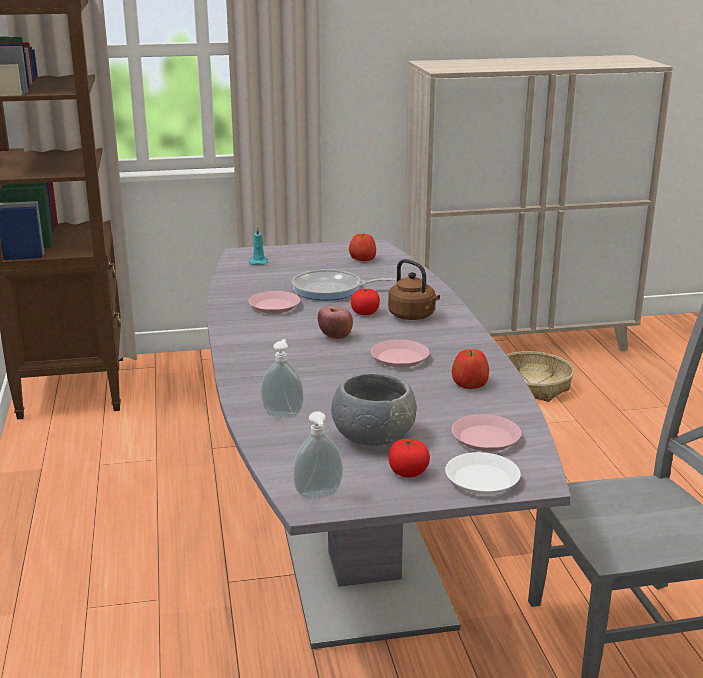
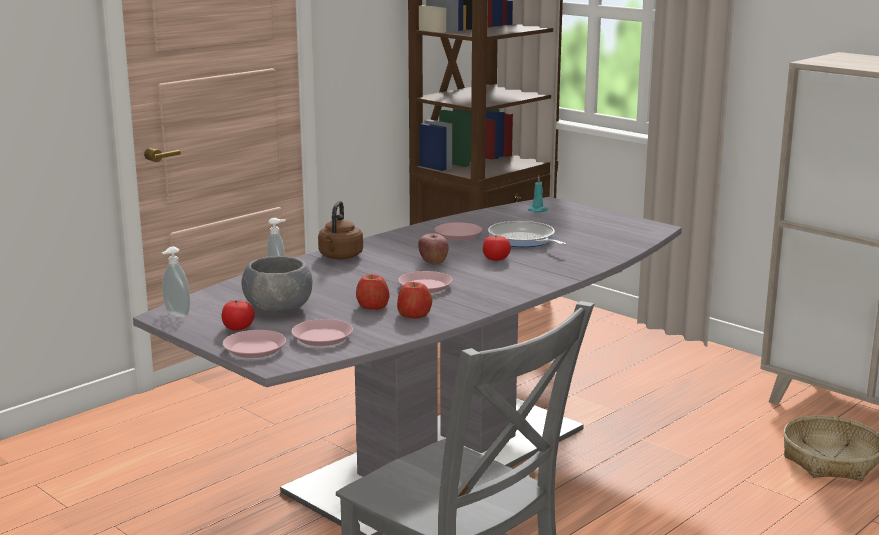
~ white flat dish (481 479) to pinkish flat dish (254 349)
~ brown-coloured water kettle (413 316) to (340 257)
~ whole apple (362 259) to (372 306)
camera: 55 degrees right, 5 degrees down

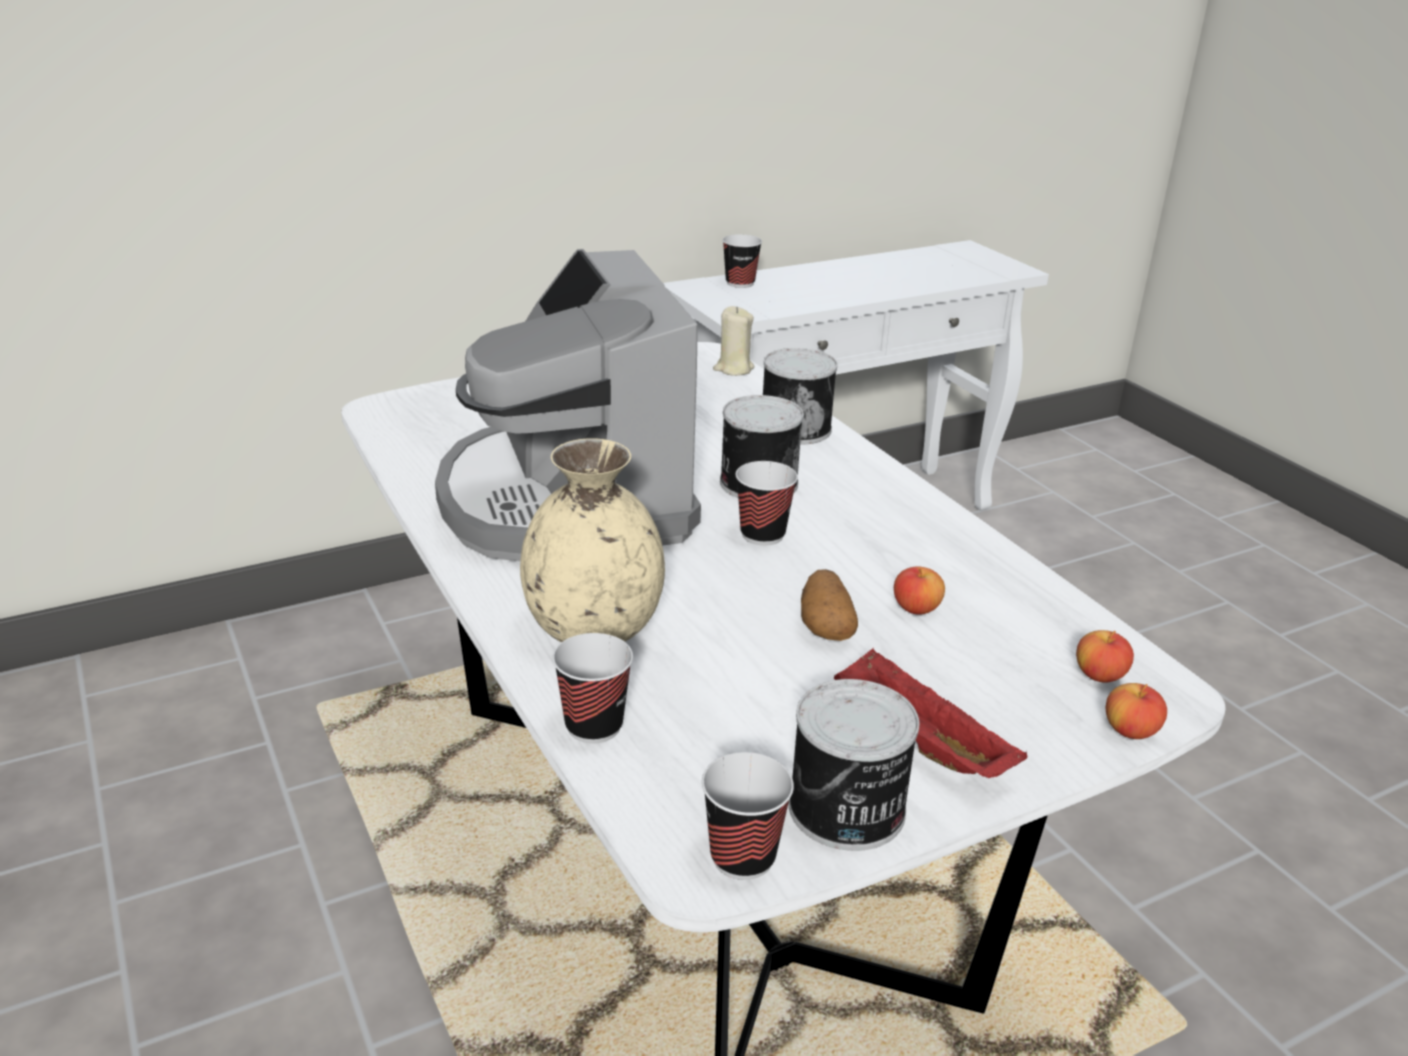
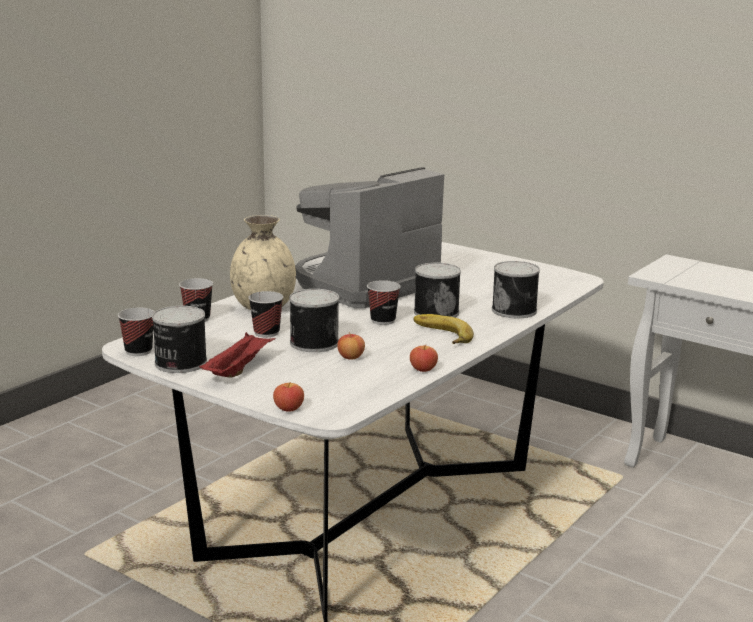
~ small cup (740 283) to (266 333)
~ potato (825 626) to sealed can (313 343)
~ whole apple (1099 675) to (423 369)
+ banana fruit (440 335)
- beige-coloured wax candle (733 369)
camera: 65 degrees right, 10 degrees down

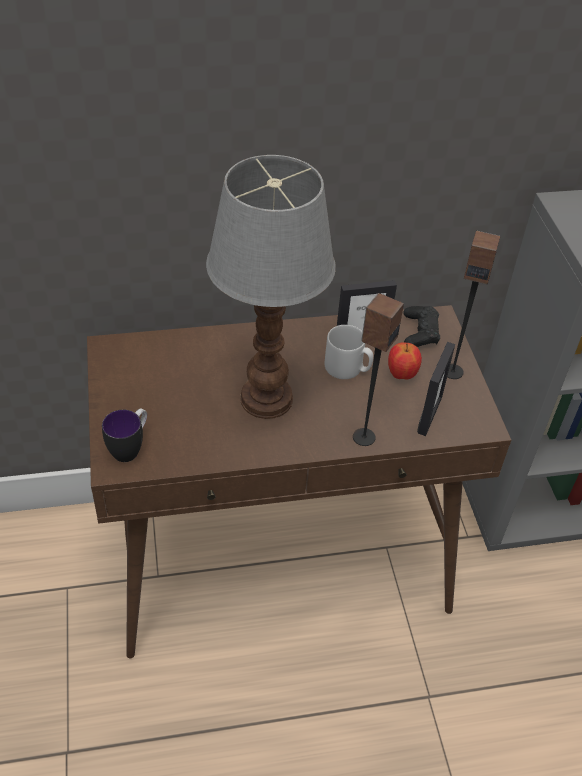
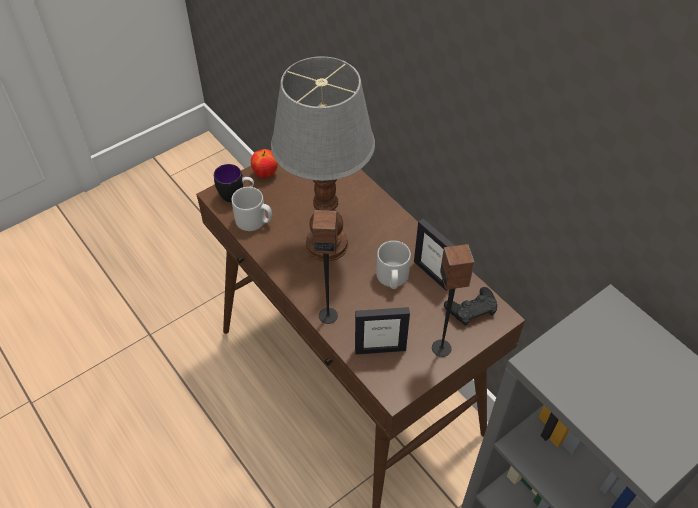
+ greyish tea mug (254 221)
~ whole apple (401 374) to (265 174)
camera: 65 degrees right, 5 degrees up

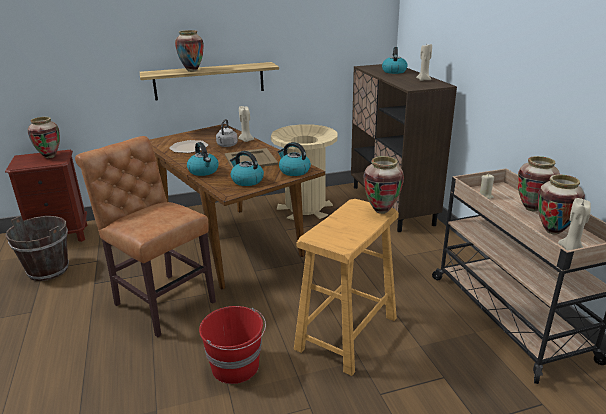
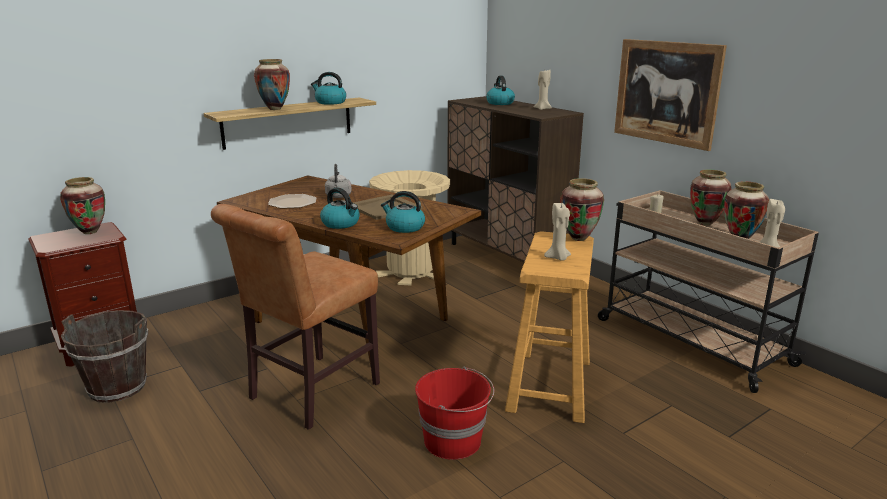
~ brown-coloured upright chair (161 301) = (309 394) 75 degrees counterclockwise
~ water kettle (294 171) to (330 102)
~ beige-coloured wax candle (246 140) to (558 258)
+ wall picture (666 92)
camera: 20 degrees left, 5 degrees down

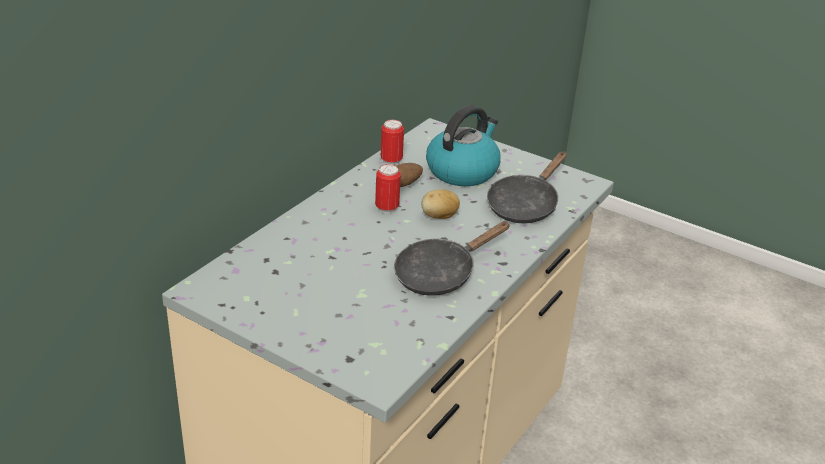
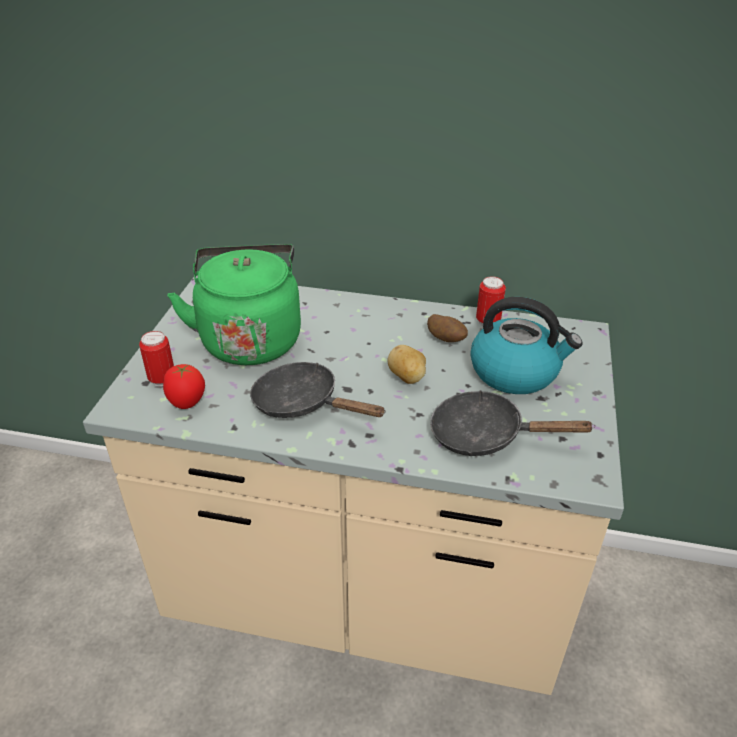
~ sealed can (387 208) to (162 379)
+ whole tomato (187 403)
+ green water kettle (250 338)
camera: 70 degrees right, 5 degrees up

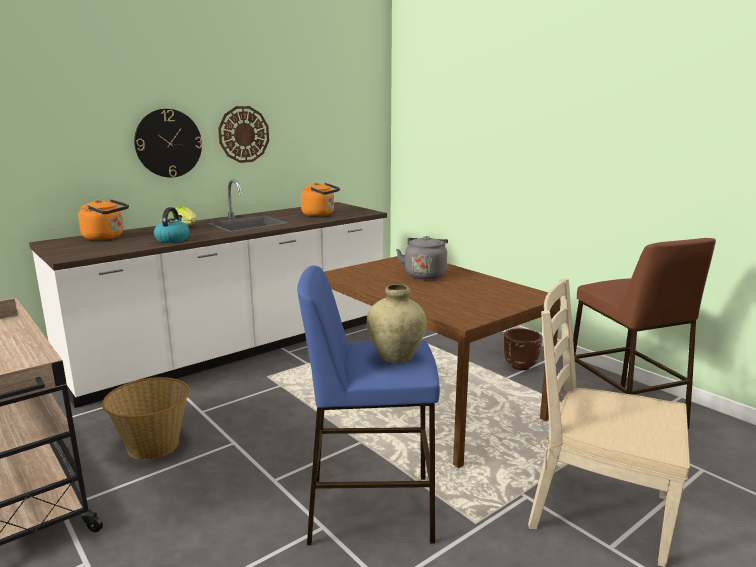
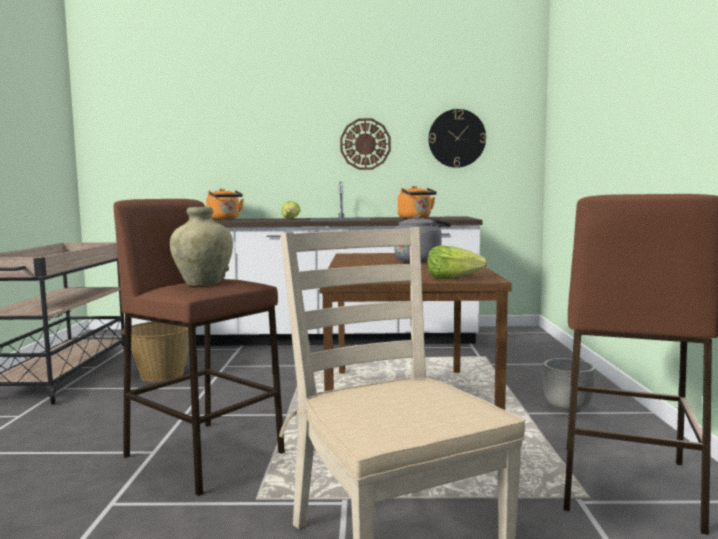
~ blue-coloured stool seat (369 509) to brown-coloured stool seat (203 455)
+ head of lettuce (453 278)
~ clock on the wall (168 143) to (457 138)
~ brown-coloured plant pot (520 366) to greyish plant pot (567 409)
- water kettle (172 239)
camera: 40 degrees right, 10 degrees down

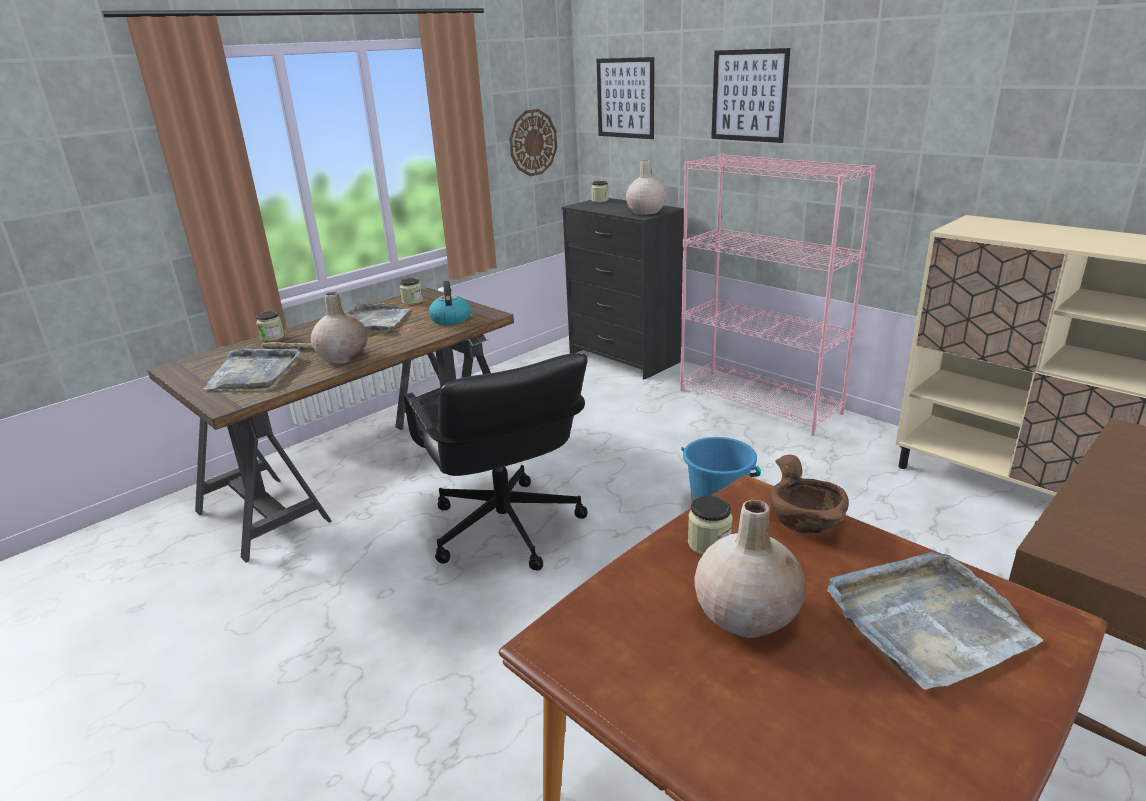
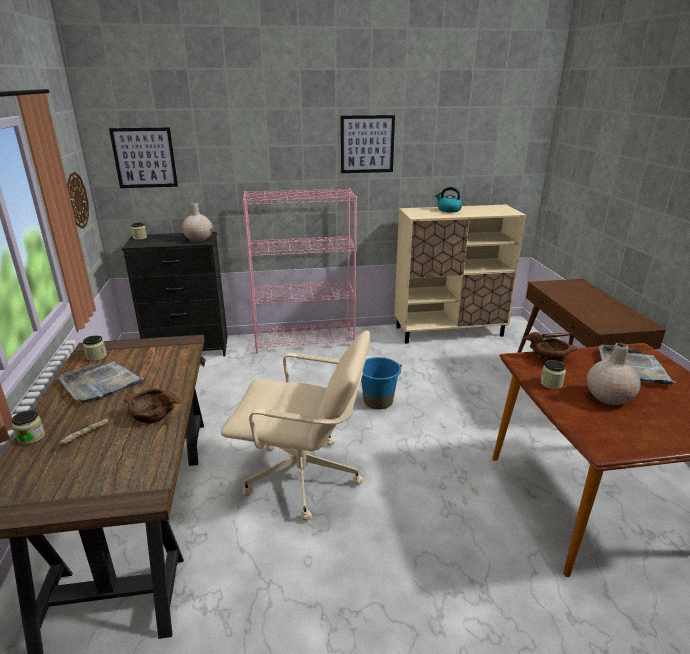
~ beige-coloured flower vase (343 357) to brown-coloured serving bowl (152 415)
~ black-coloured office chair (505 529) to beige-coloured office chair (304 478)
~ wall picture (749 96) to (367 144)
~ water kettle (450 319) to (448 210)
- greyish serving tray (254 373)
camera: 55 degrees left, 0 degrees up

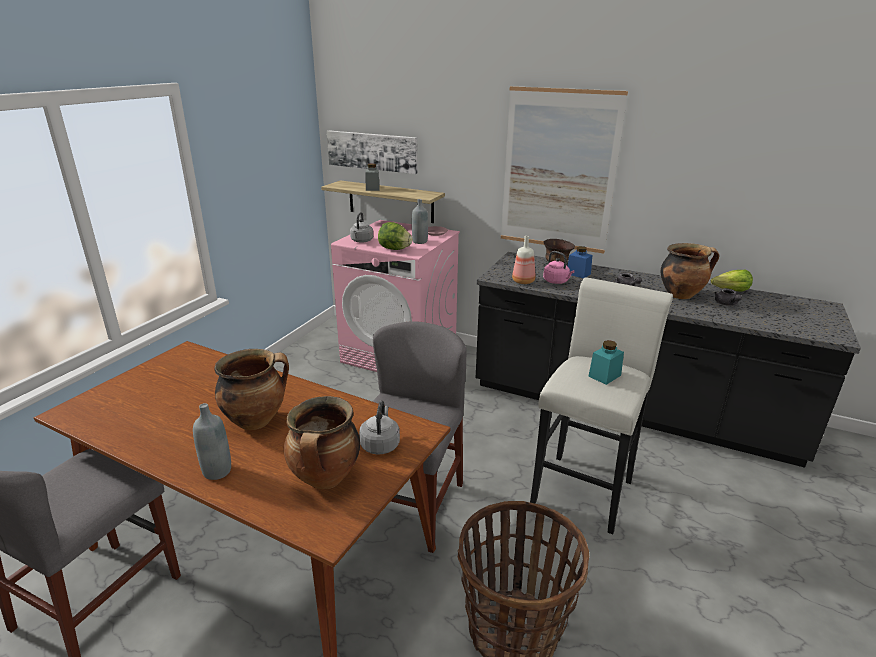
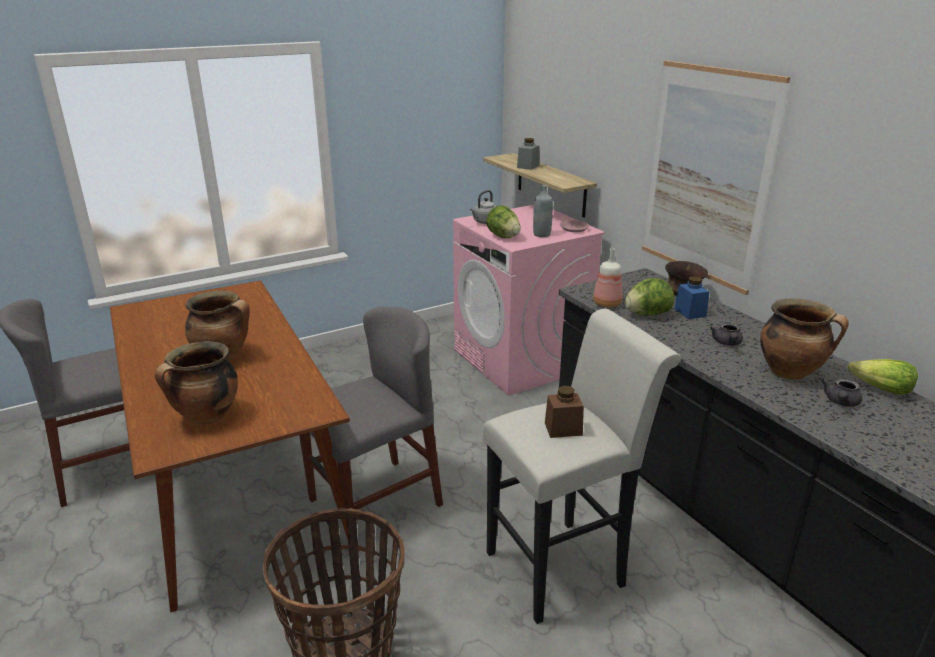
~ turquoise-coloured jar (604 376) to brown-coloured jar (563 429)
~ pinkish water kettle (557 282) to head of lettuce (647 314)
- greyish bottle (217 471)
- wall picture (372 151)
- greyish water kettle (380 444)
camera: 35 degrees right, 0 degrees up

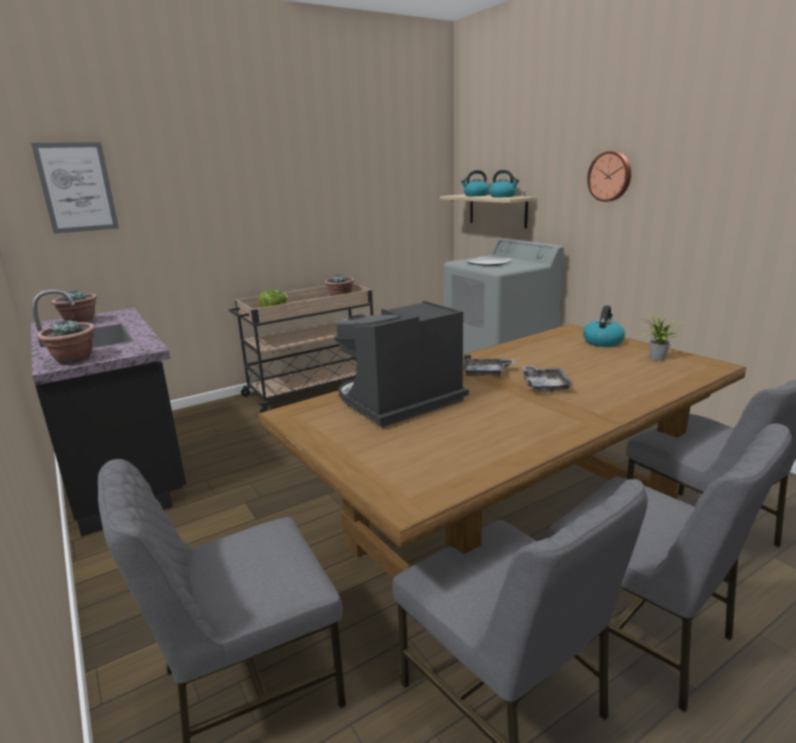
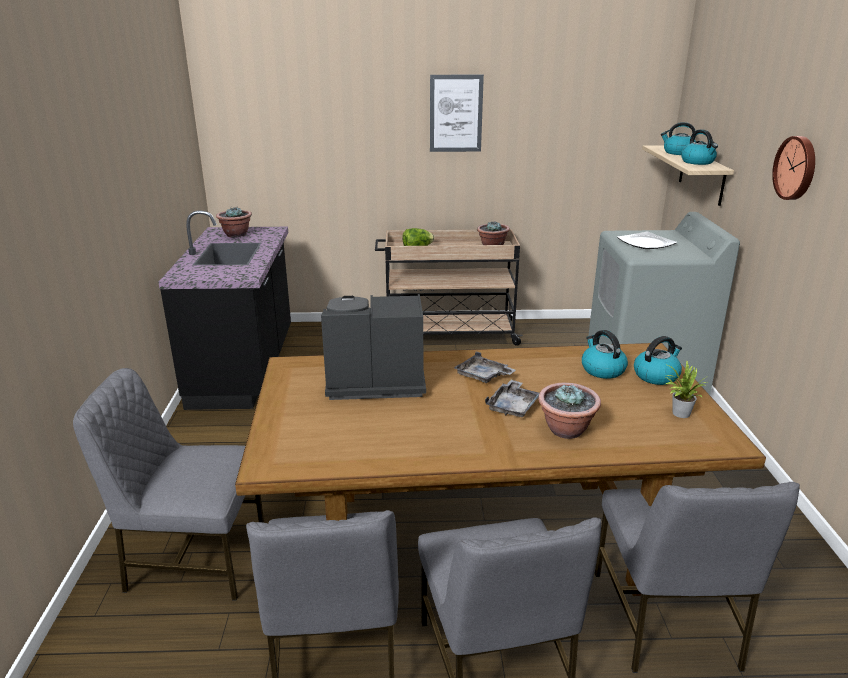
~ wall picture (77 187) to (456 113)
~ houseplant (74 360) to (566 430)
+ water kettle (602 370)
camera: 30 degrees right, 5 degrees up

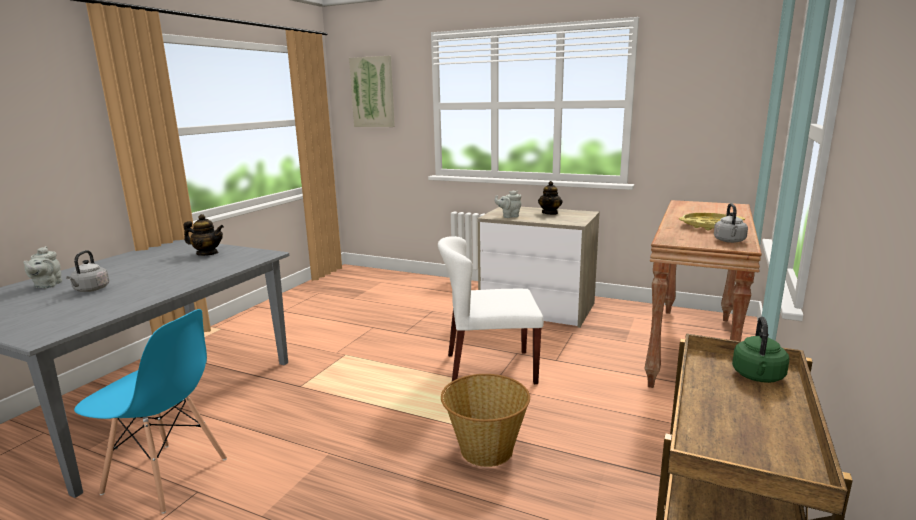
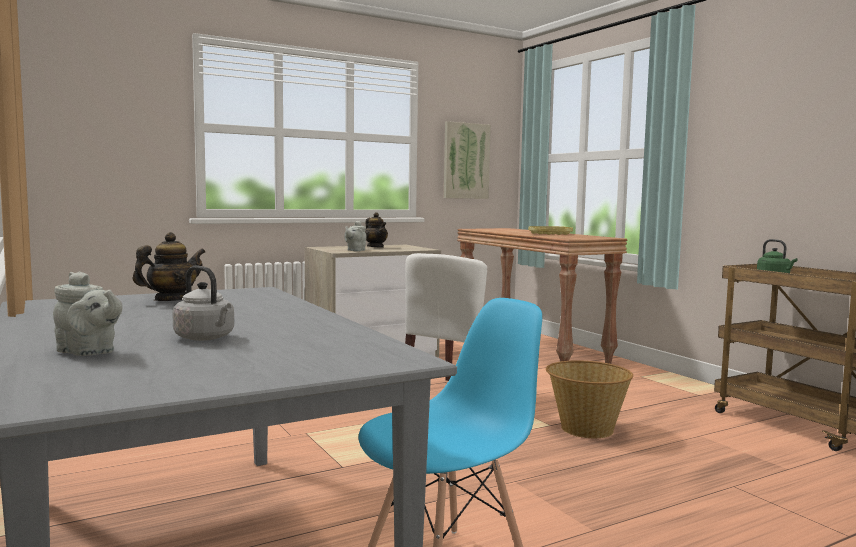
~ wall picture (373 92) to (466 161)
- greyish water kettle (729 241)
camera: 55 degrees left, 10 degrees down

